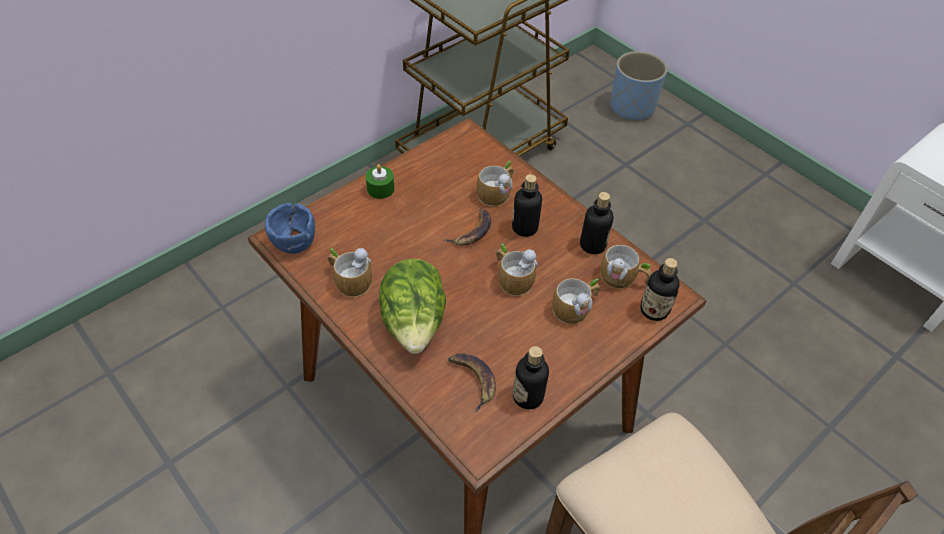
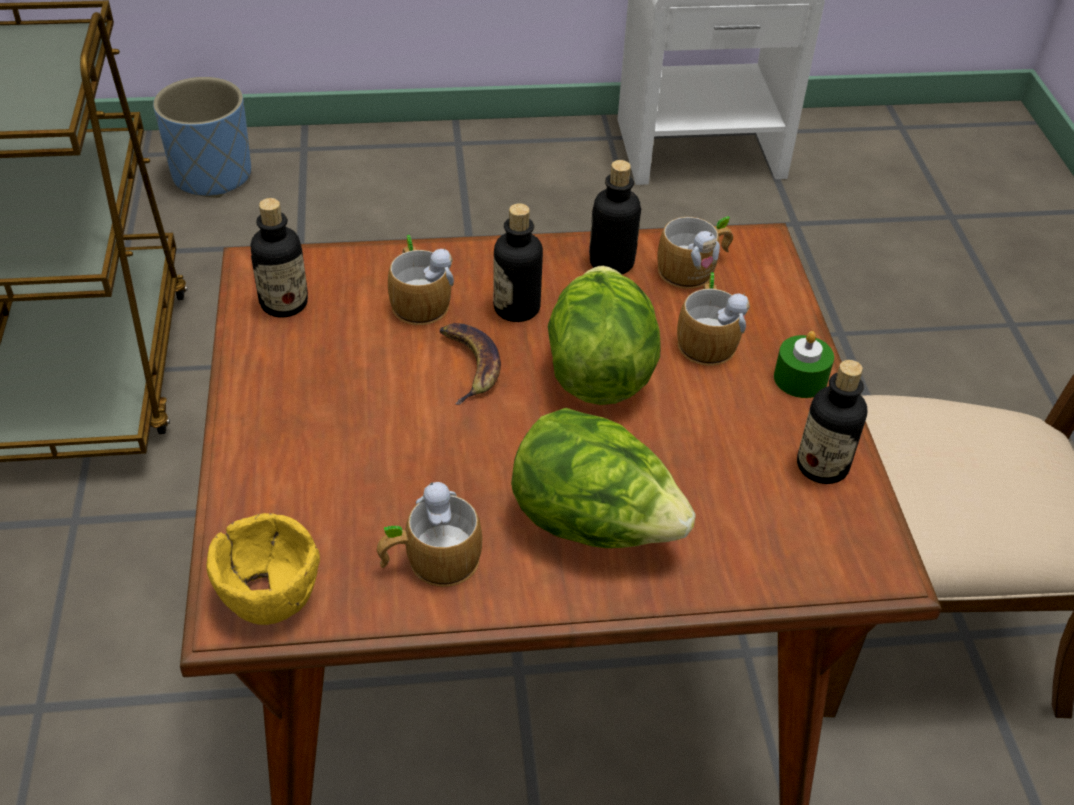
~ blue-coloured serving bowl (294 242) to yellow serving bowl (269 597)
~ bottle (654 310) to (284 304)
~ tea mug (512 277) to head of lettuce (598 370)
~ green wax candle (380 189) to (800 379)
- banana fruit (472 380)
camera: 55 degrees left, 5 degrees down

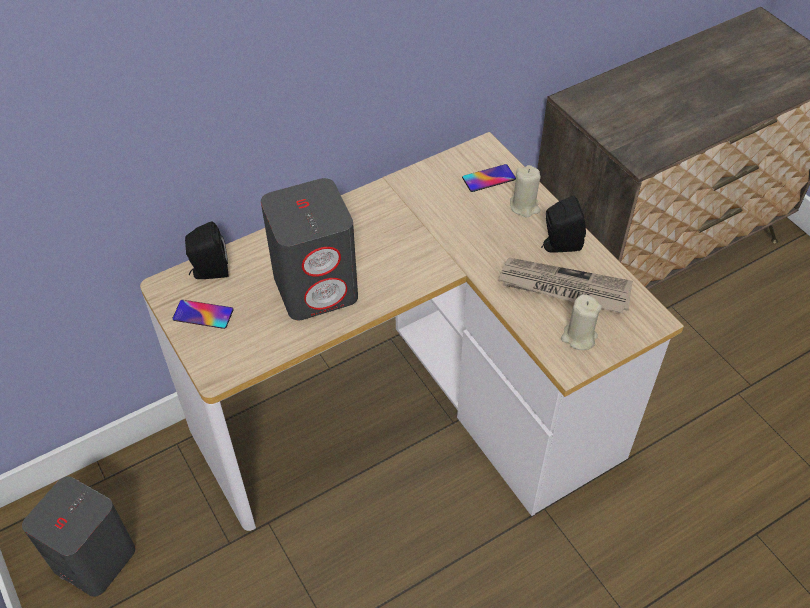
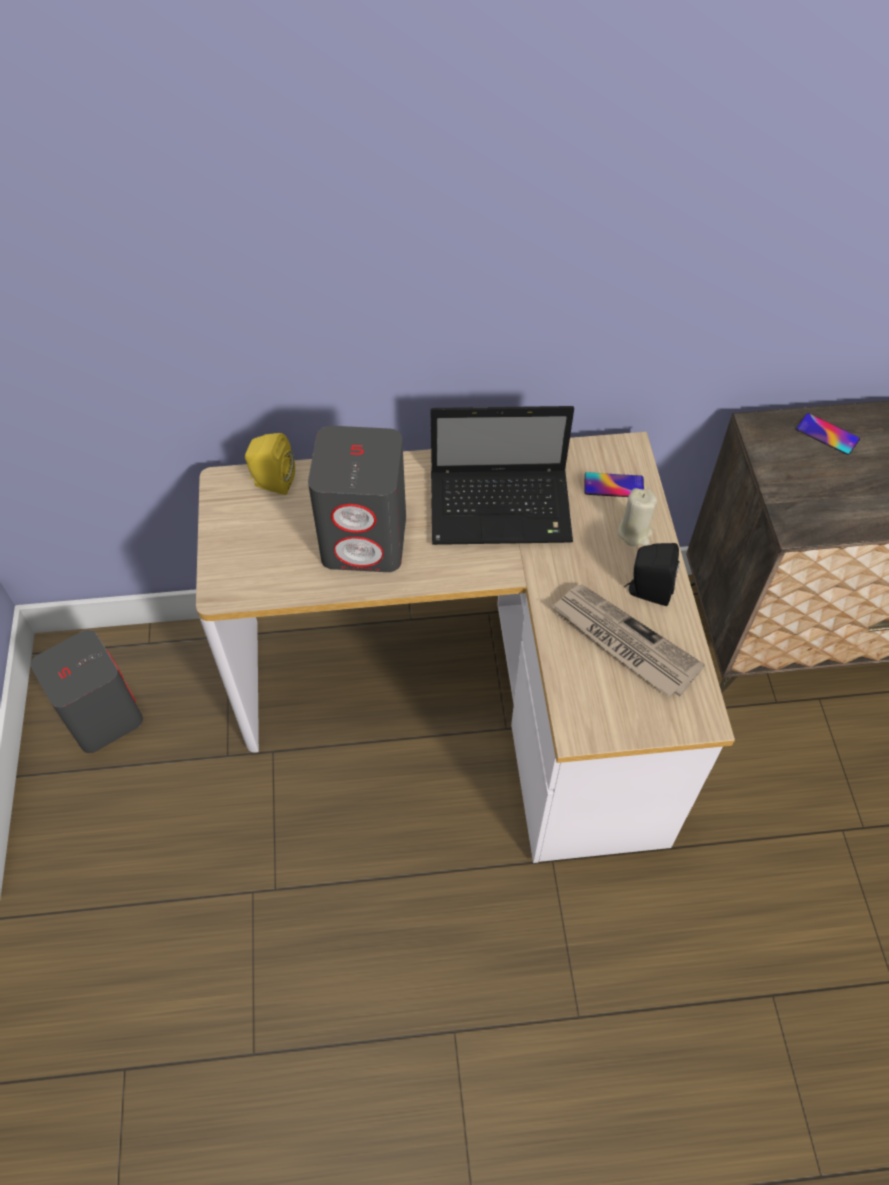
~ black-coloured speaker (209 271) to yellow speaker (271 482)
+ notebook computer (503 508)
~ telephone (203 314) to (827 434)
- beige-coloured wax candle (579 337)
camera: 25 degrees right, 5 degrees up

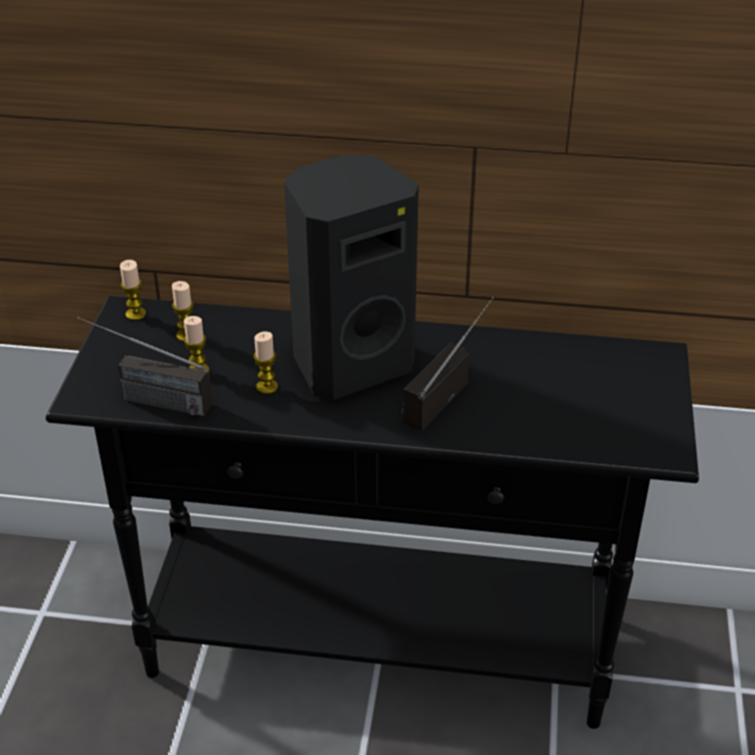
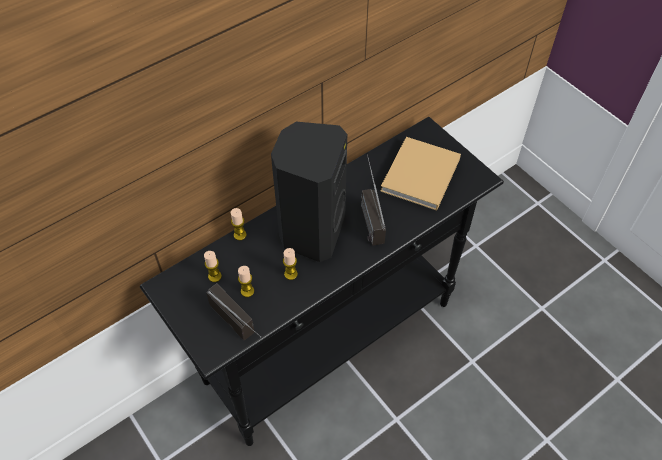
~ radio receiver (145 398) = (242 327) 105 degrees counterclockwise
~ wax candle (135 314) to (240 235)
+ beige-coloured volume (419 177)
camera: 45 degrees left, 15 degrees up

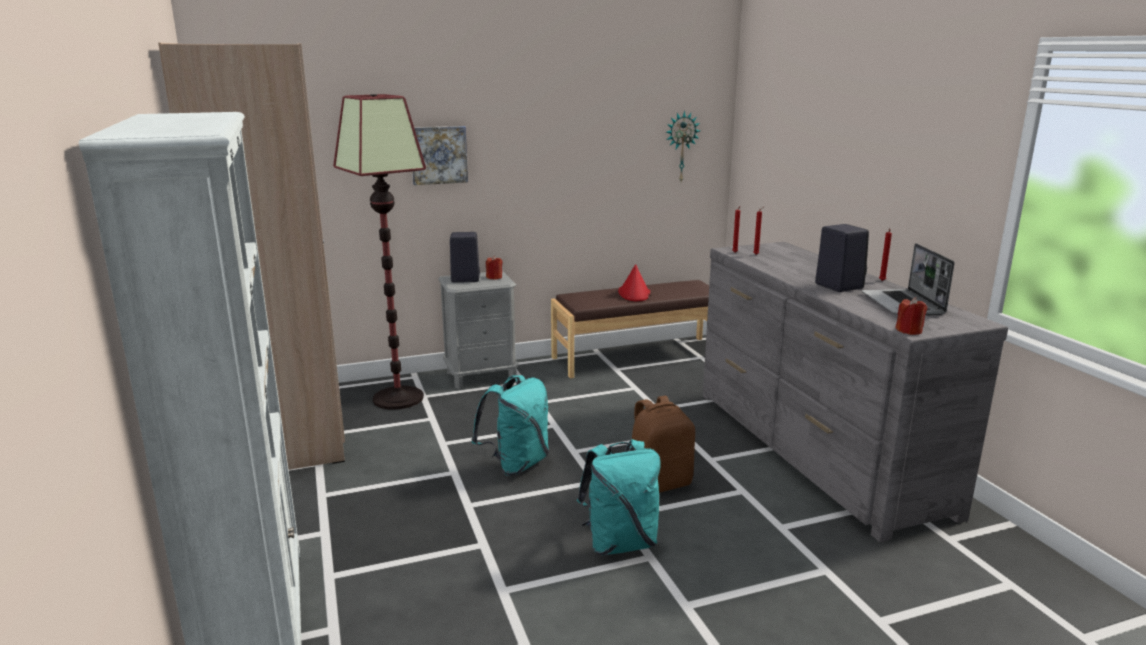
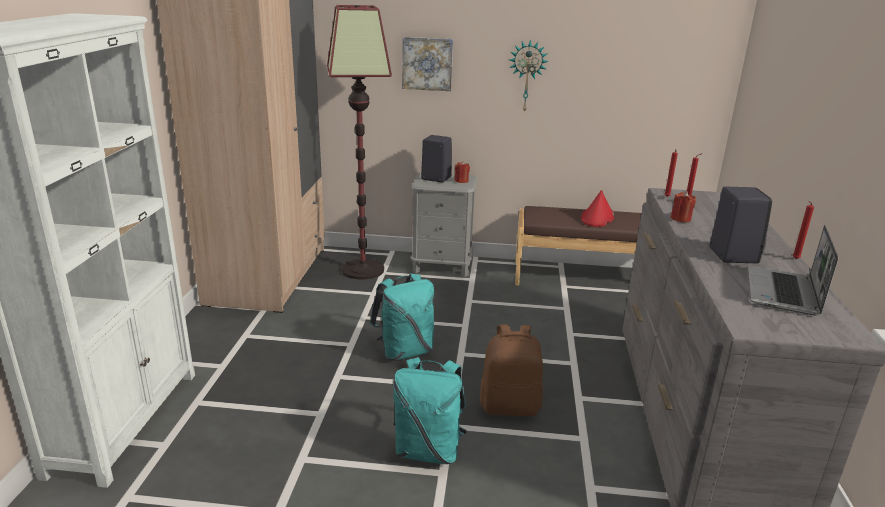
~ clock on the wall (681 147) to (527 76)
~ red-coloured wax candle (909 331) to (680 219)
camera: 25 degrees right, 5 degrees up

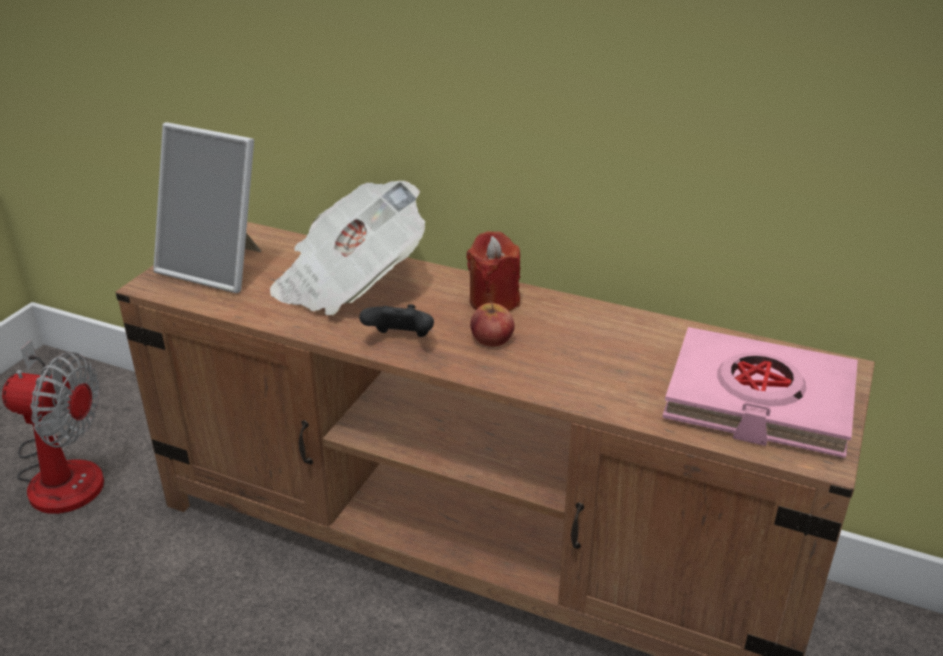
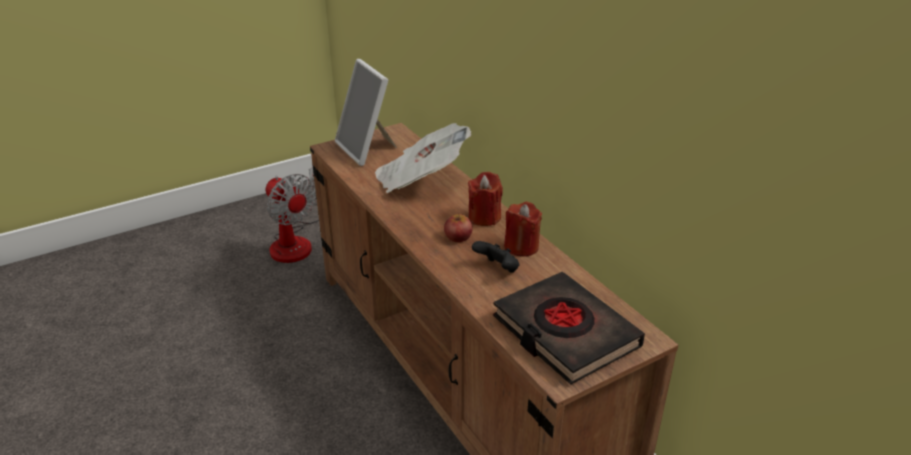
~ black-coloured joypad (400 340) to (497 269)
~ pinkish volume (758 401) to black-coloured volume (564 333)
+ red-coloured wax candle (521 247)
camera: 35 degrees right, 0 degrees up

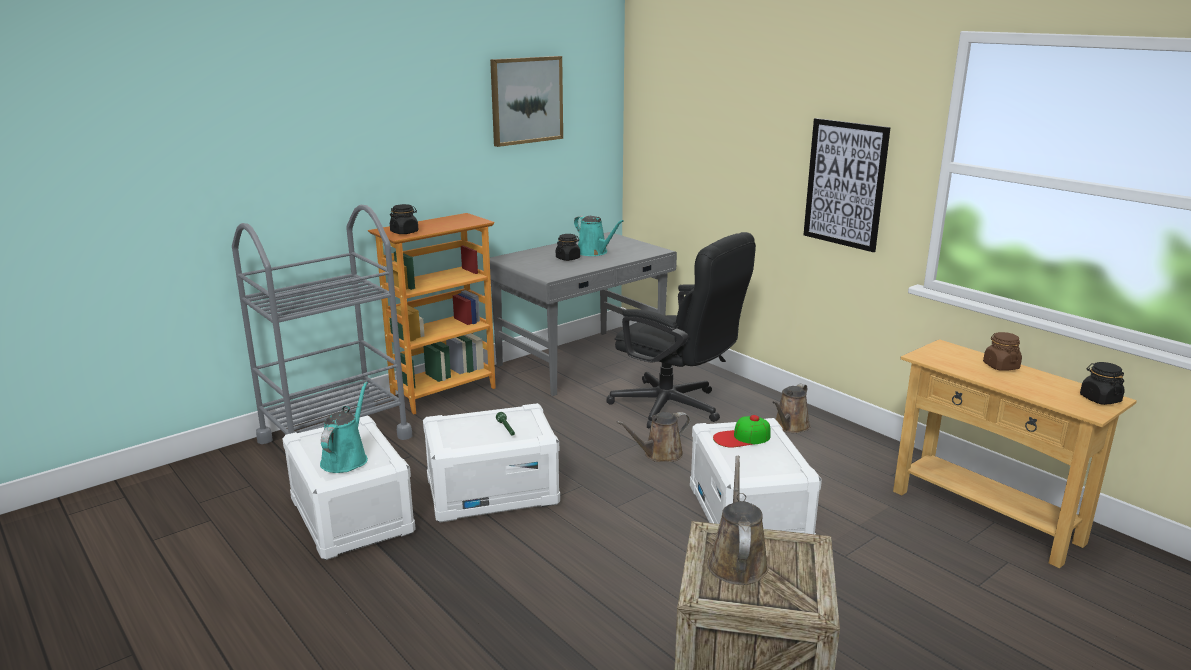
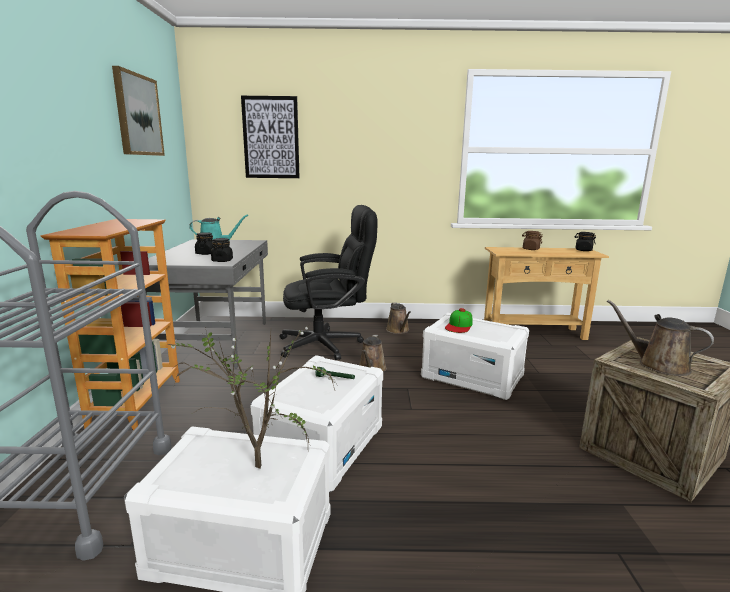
~ turquoise-coloured watering pot (346 459) to houseplant (257 470)
~ black-coloured jar (404 232) to (222 260)
~ wall picture (845 184) to (271 138)
camera: 50 degrees left, 5 degrees down

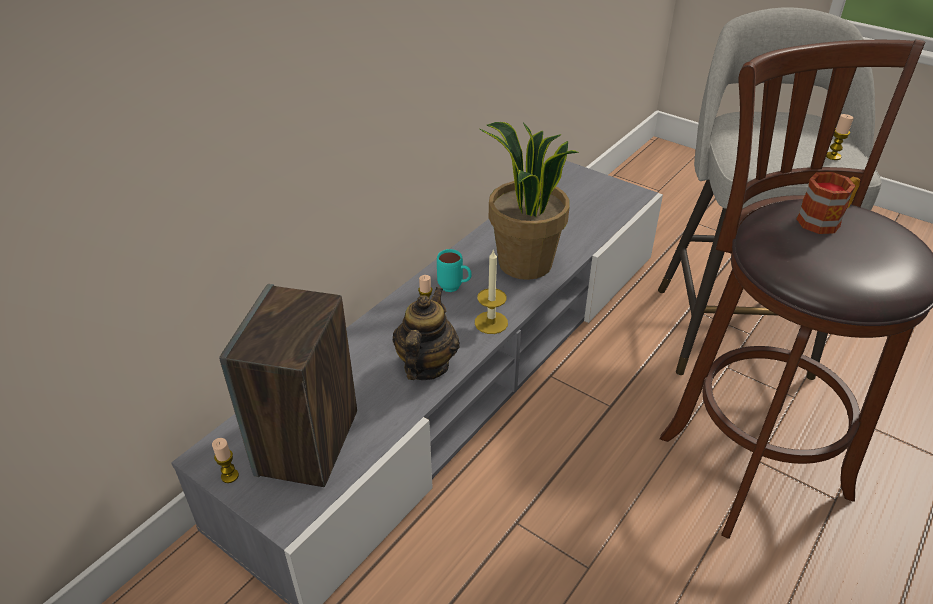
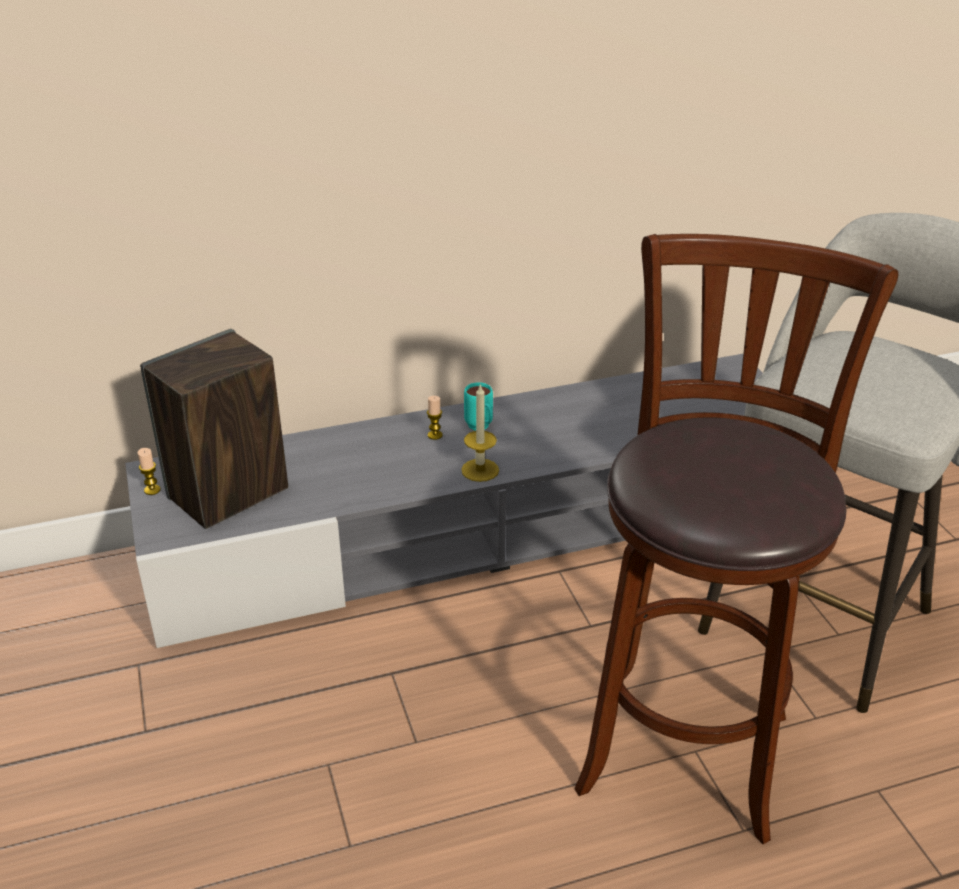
- pot for tea (426 366)
- houseplant (524 264)
- tea mug (825 220)
- wax candle (833 156)
camera: 35 degrees right, 5 degrees down

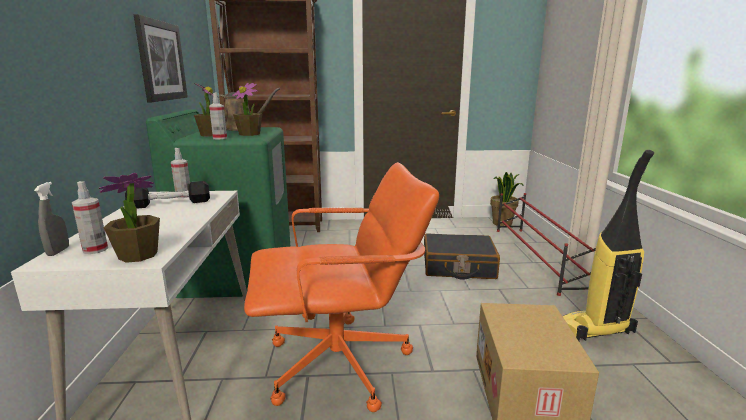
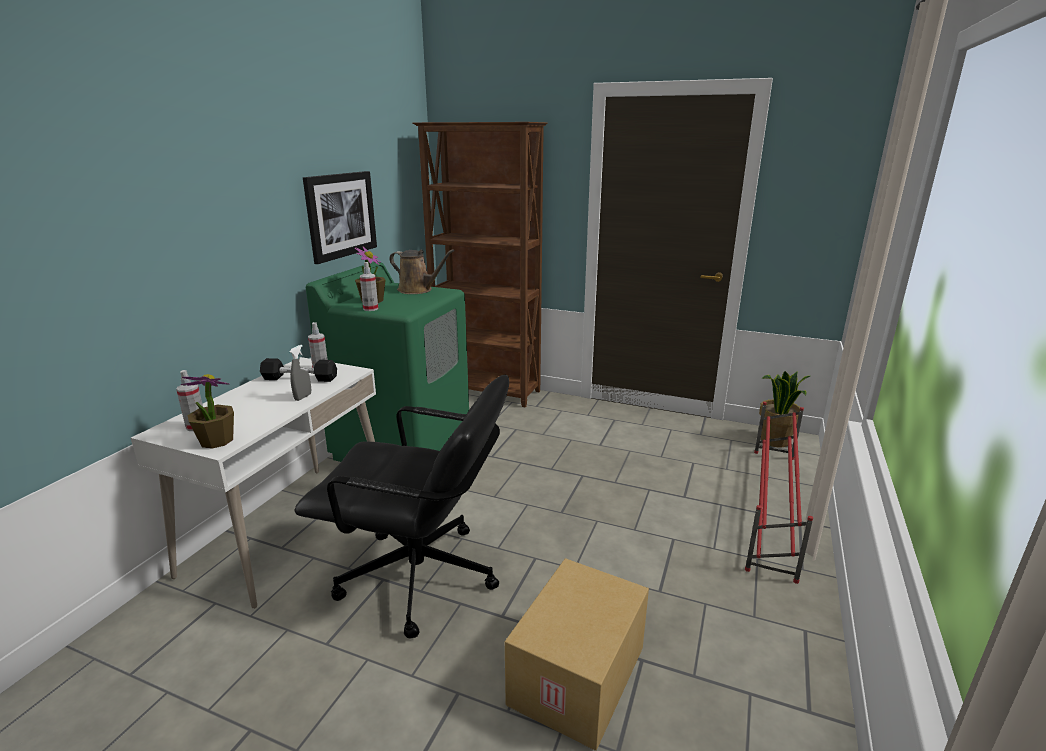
~ greyish sprayer (58 251) to (303 397)
~ orange office chair (340 365) to black-coloured office chair (420 578)
- houseplant (249 134)
- black-coloured travel case (458 267)
- hoover (593 330)
camera: 25 degrees right, 5 degrees up

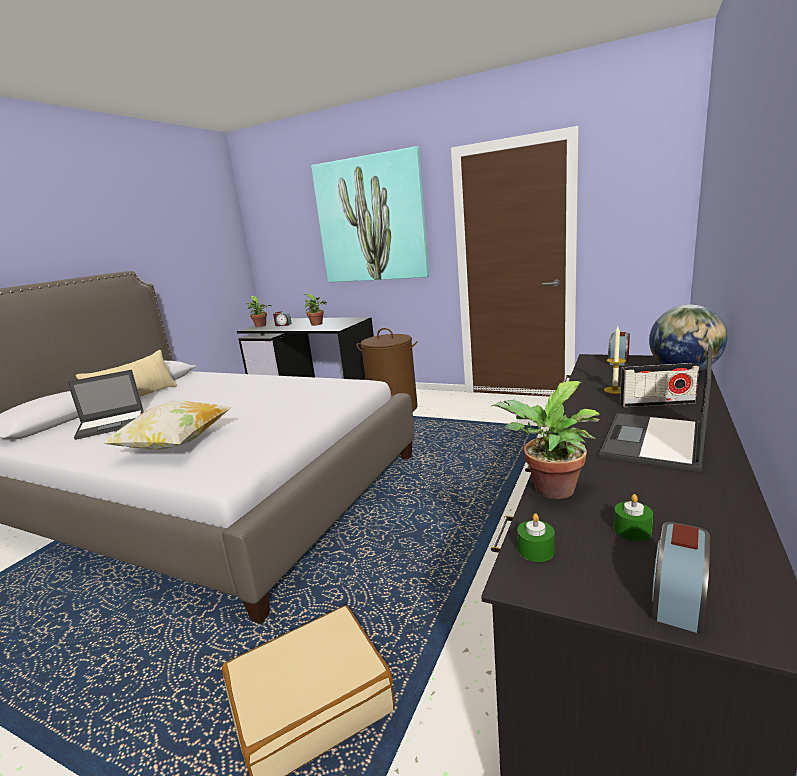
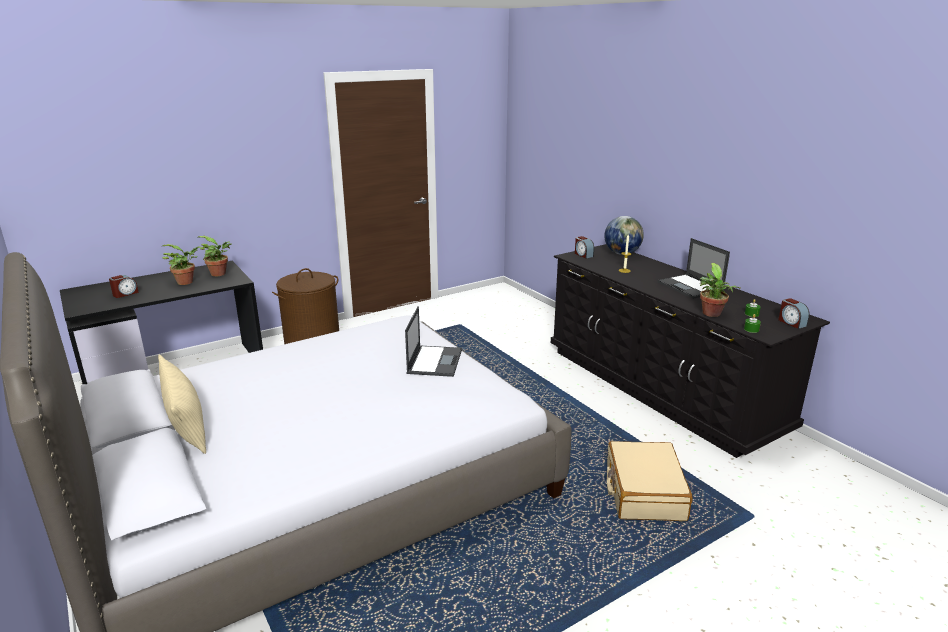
~ houseplant (261 326) to (220 274)
~ notebook computer (112 424) to (435 361)
- pillow (175 445)
- wall picture (371 220)
- radio receiver (656 403)
camera: 60 degrees left, 5 degrees up

